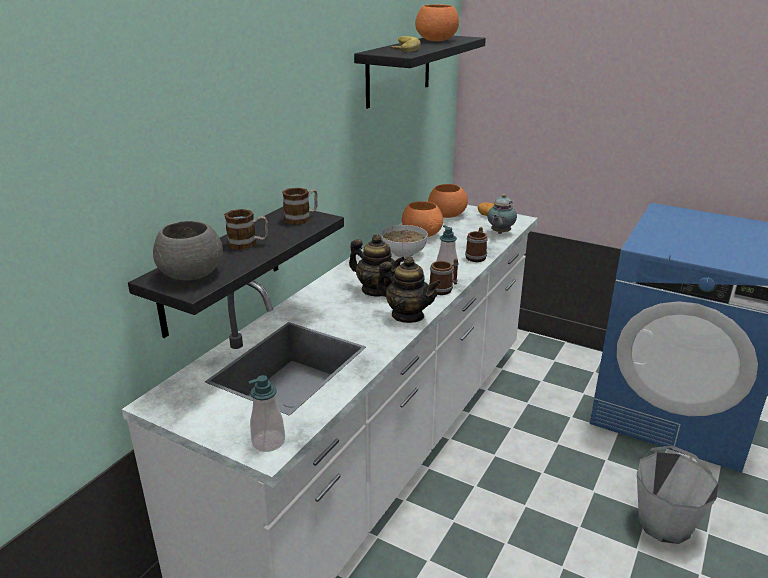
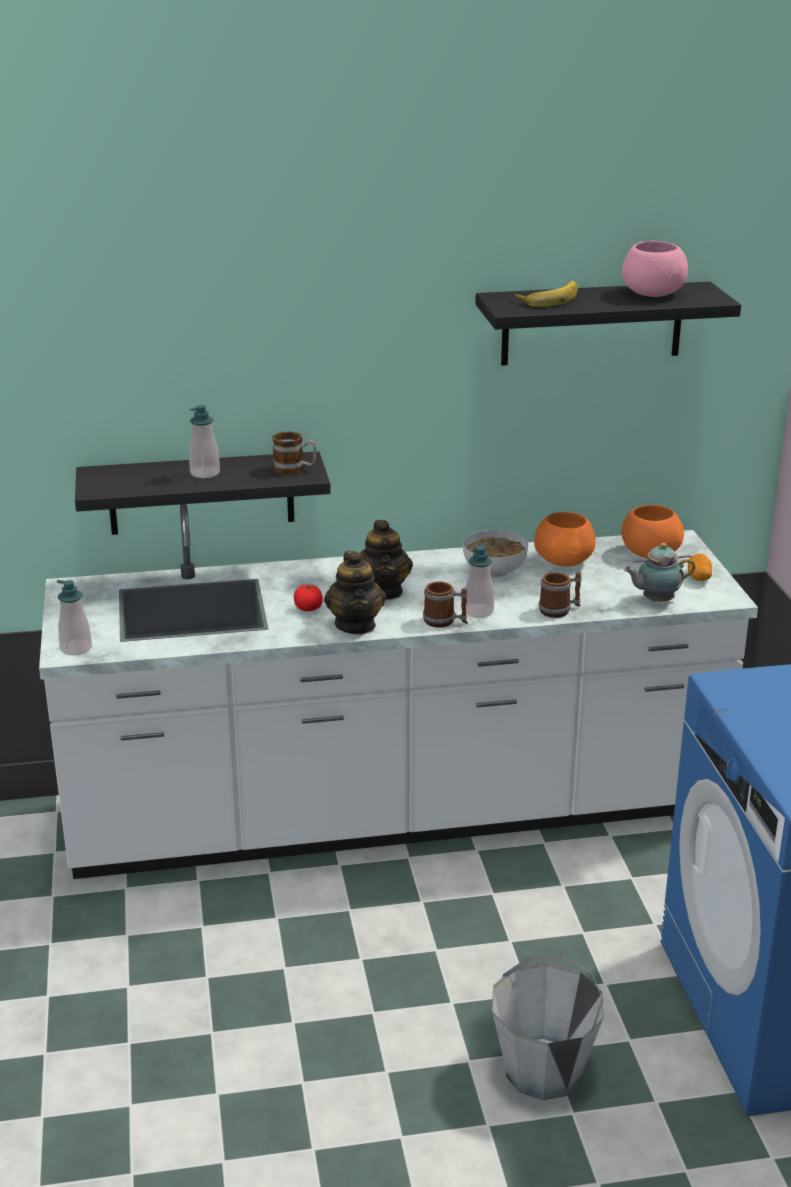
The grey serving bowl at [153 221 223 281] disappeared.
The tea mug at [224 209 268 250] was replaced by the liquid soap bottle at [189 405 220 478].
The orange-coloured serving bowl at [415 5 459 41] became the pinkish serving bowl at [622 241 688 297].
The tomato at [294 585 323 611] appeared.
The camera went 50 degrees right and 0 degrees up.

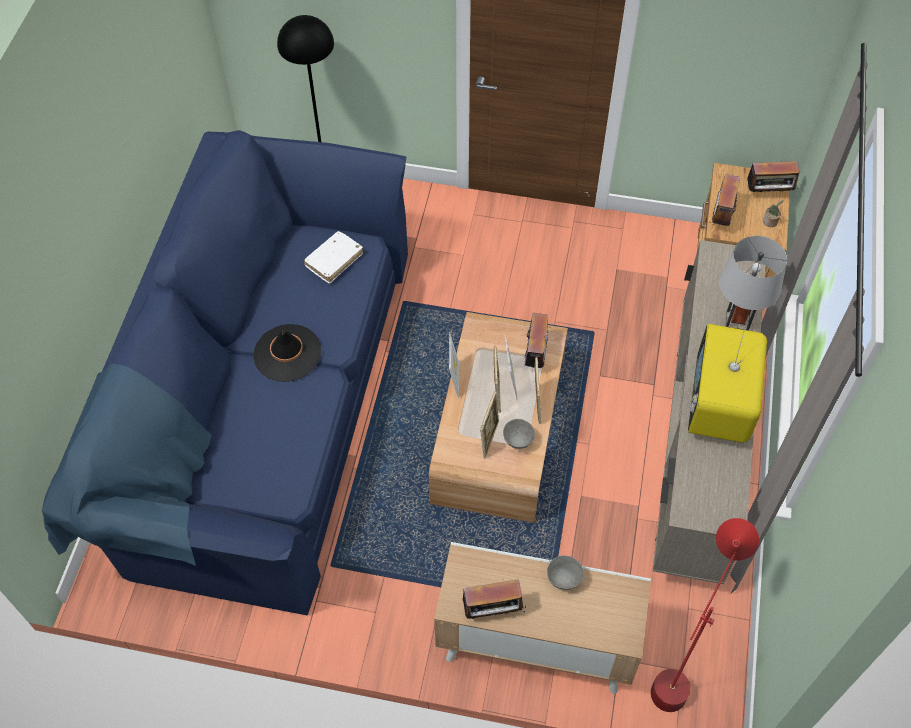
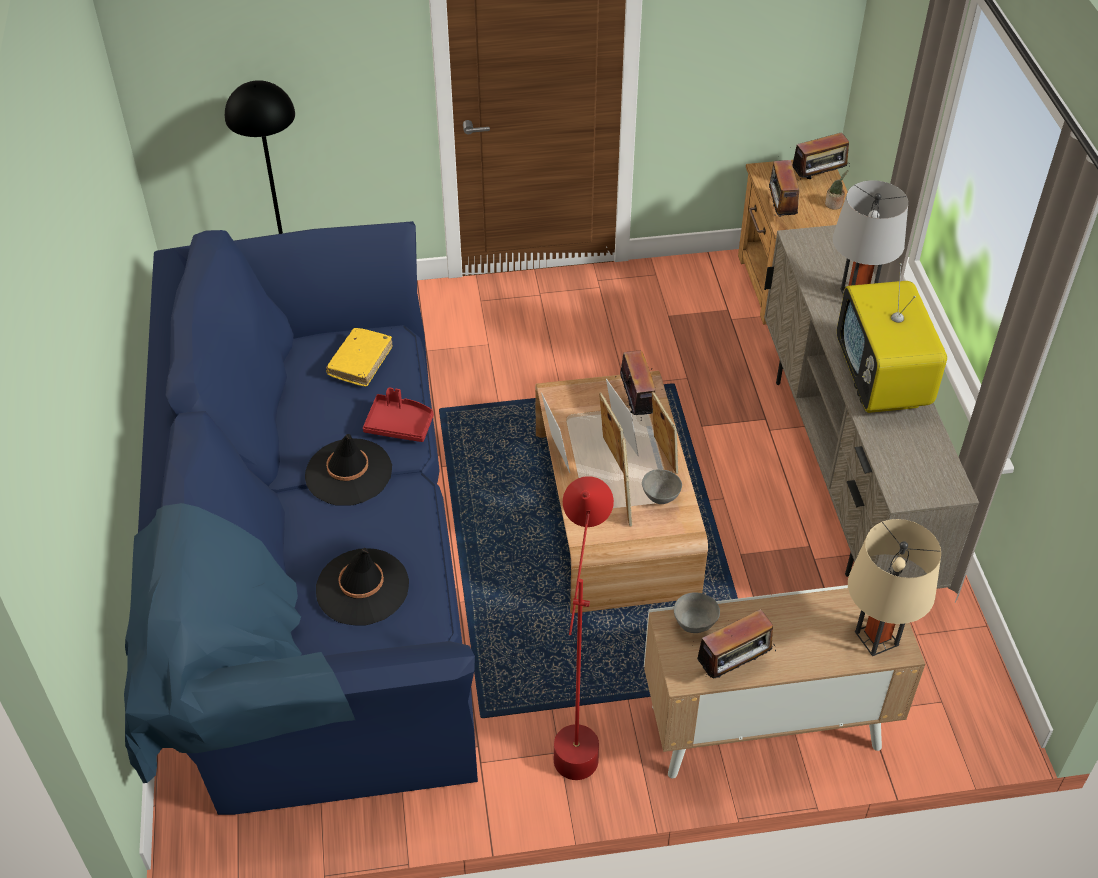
The white-coloured bound book at [303 231 363 283] became the yellow bound book at [326 328 392 387].
The grey serving bowl moved from [547 555 584 590] to [674 592 720 633].
The red-coloured floor lamp moved from [651 518 759 712] to [554 476 614 780].
The blackish clothing hat at [316 548 409 626] appeared.
The red-coloured carrying tray at [363 388 434 442] appeared.
The sand-coloured tabletop lamp at [848 519 941 656] appeared.
The camera went 20 degrees left and 10 degrees down.

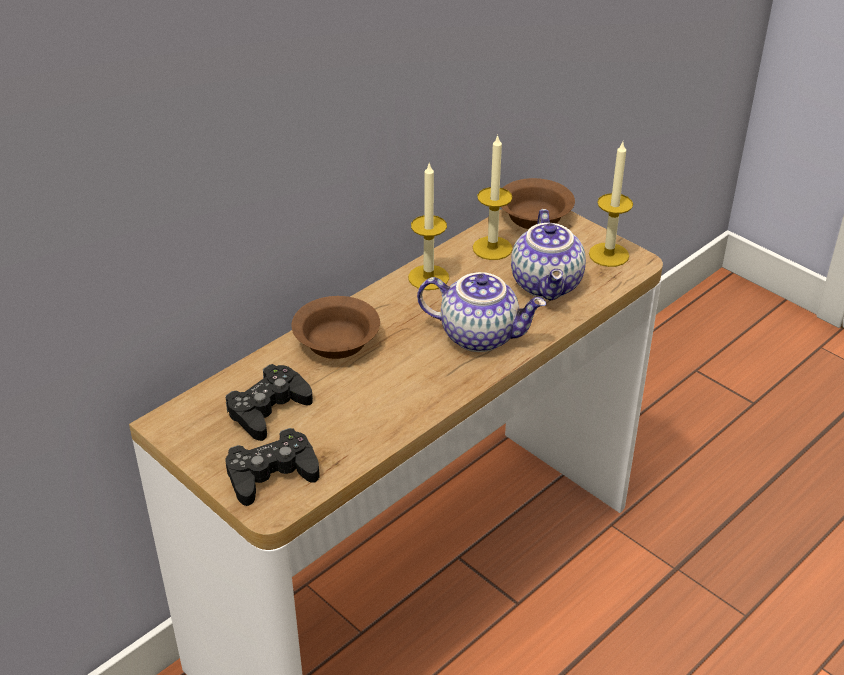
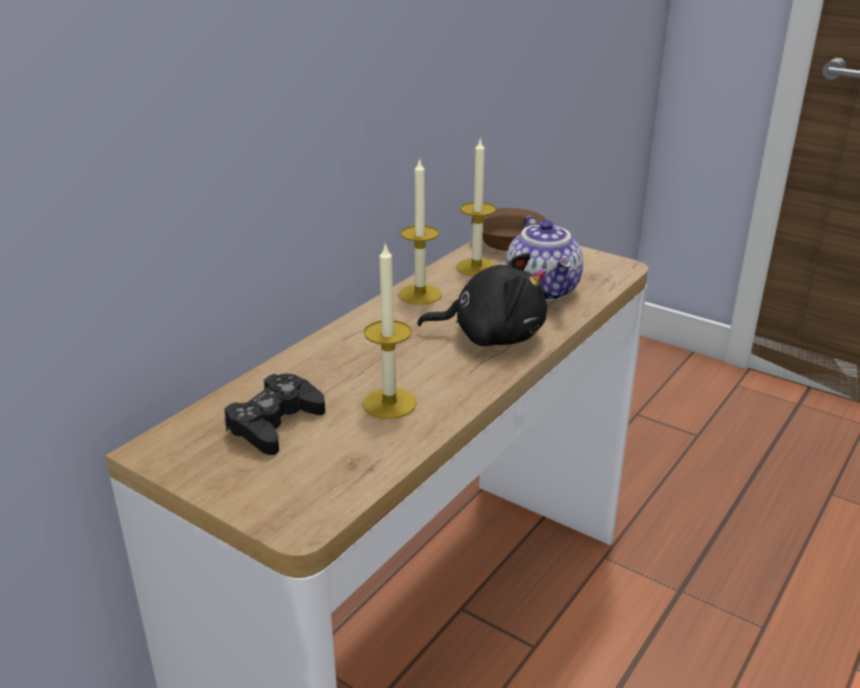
The blackish gamepad at [226 428 319 506] disappeared.
The brown-coloured serving bowl at [291 296 380 359] disappeared.
The pot for tea at [417 272 546 352] was replaced by the blackish cuddly toy at [417 253 547 346].
The candle moved from [589 142 633 267] to [363 242 417 419].
The camera went 10 degrees left and 10 degrees down.

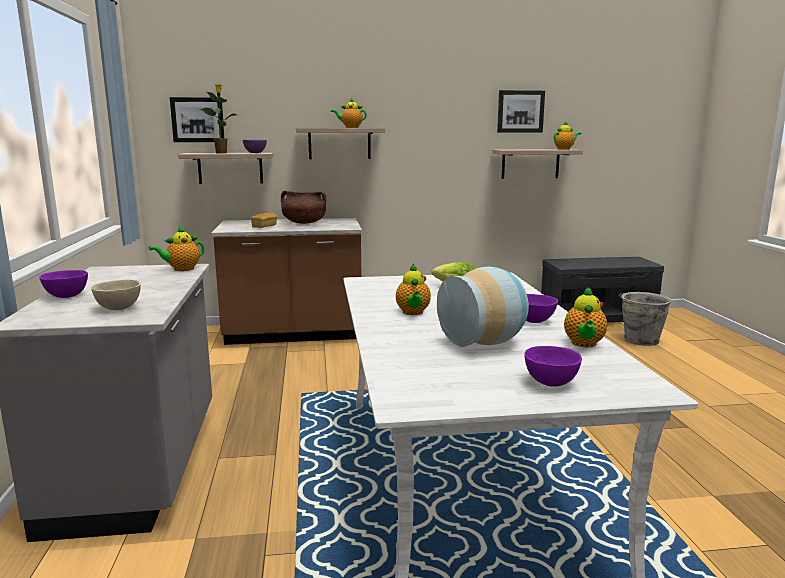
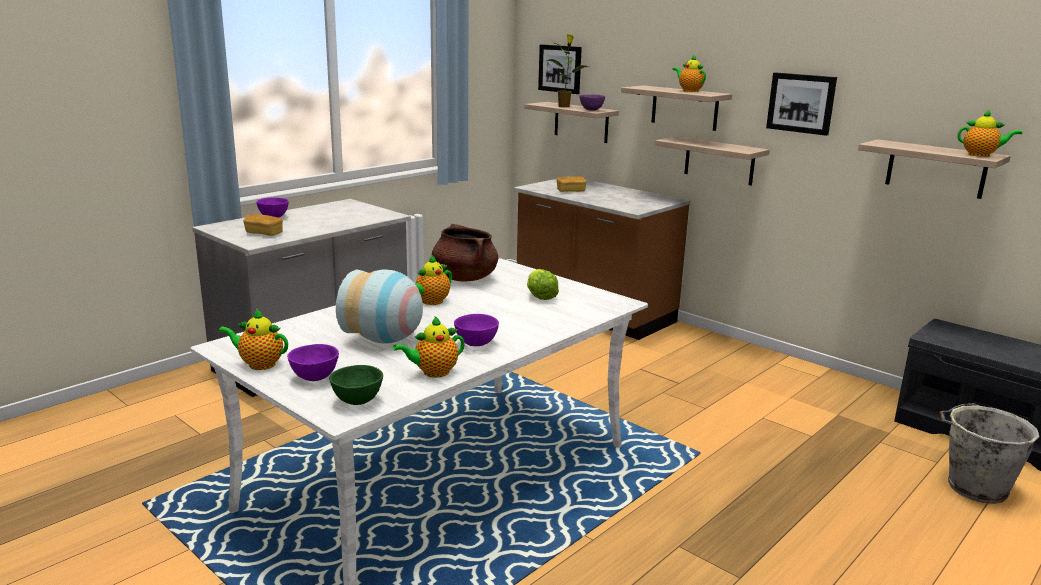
The sand-coloured serving bowl at [91 280 141 310] was replaced by the bread at [243 214 283 236].
The pot for tea moved from [148 225 204 271] to [218 309 288 370].
The brown-coloured saucepot moved from [281 191 326 224] to [432 224 498 281].
The wall art moved from [497 90 545 133] to [766 72 837 136].
The green serving bowl at [329 365 383 405] appeared.
The bracket shelf at [655 136 770 185] appeared.
The camera went 50 degrees right and 5 degrees up.

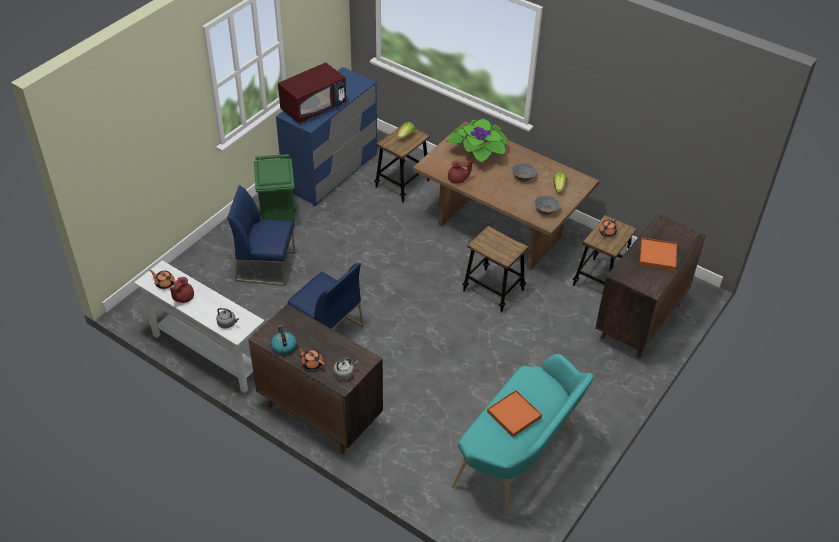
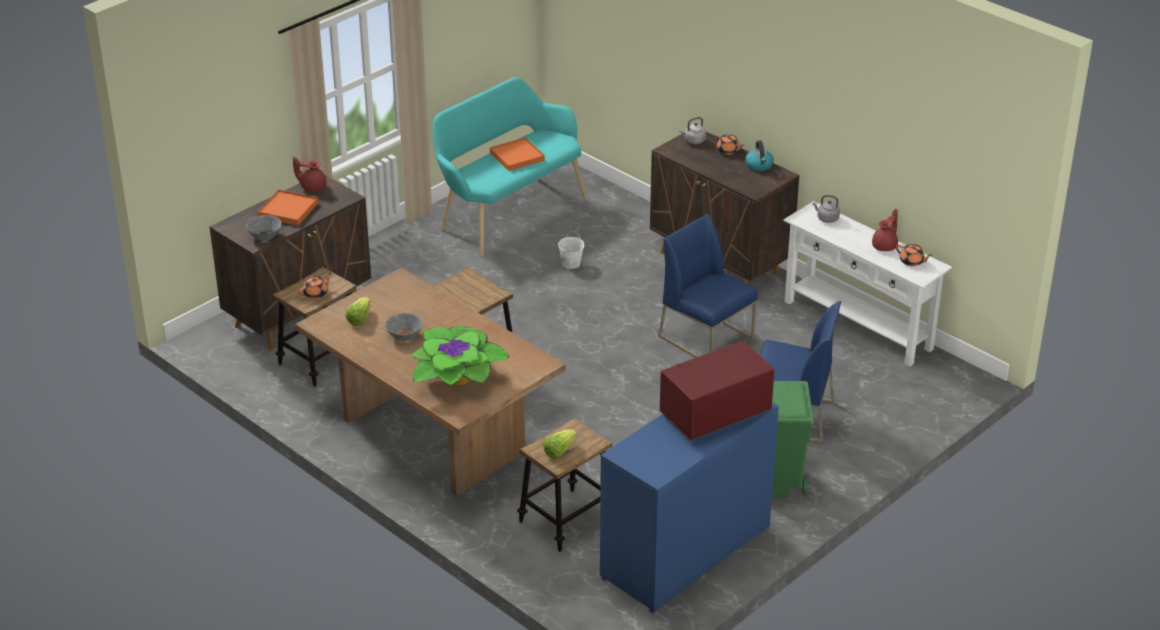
The red-coloured pot for tea moved from [448 160 472 184] to [293 157 327 192].
The grey serving bowl moved from [534 195 560 215] to [246 215 282 241].
The white-coloured pail at [558 231 584 269] appeared.
The camera went 170 degrees left and 10 degrees down.

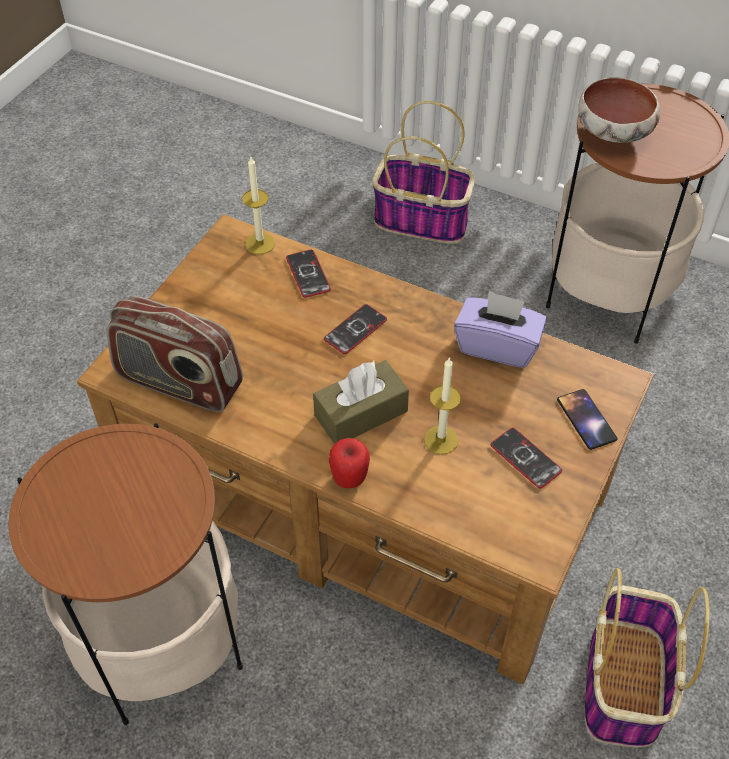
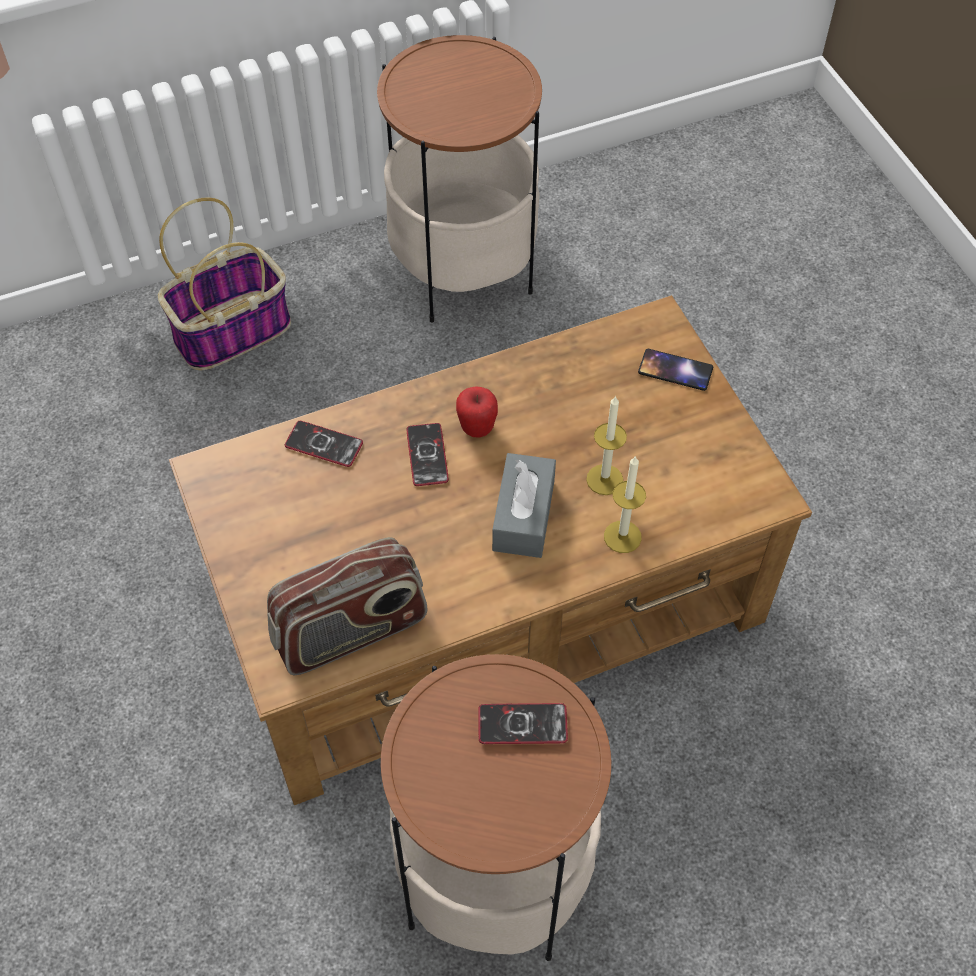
The candle moved from [242 157 275 254] to [604 456 646 553].
The brown-coloured box of tissues at [313 360 409 444] became the grey box of tissues at [492 453 556 558].
The whole apple moved from [329 438 370 488] to [456 386 498 438].
The purple-coloured box of tissues at [454 291 547 368] disappeared.
The handset moved from [491 428 562 488] to [478 703 568 744].
The serving bowl at [579 77 660 143] disappeared.
The household basket at [584 568 710 748] disappeared.
The camera went 50 degrees left and 5 degrees up.

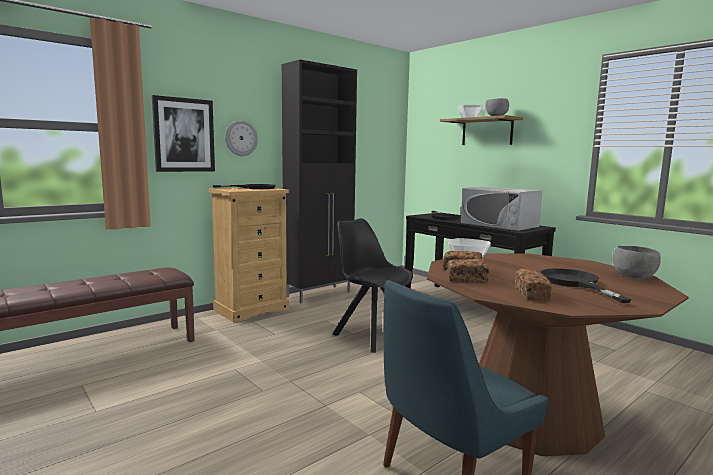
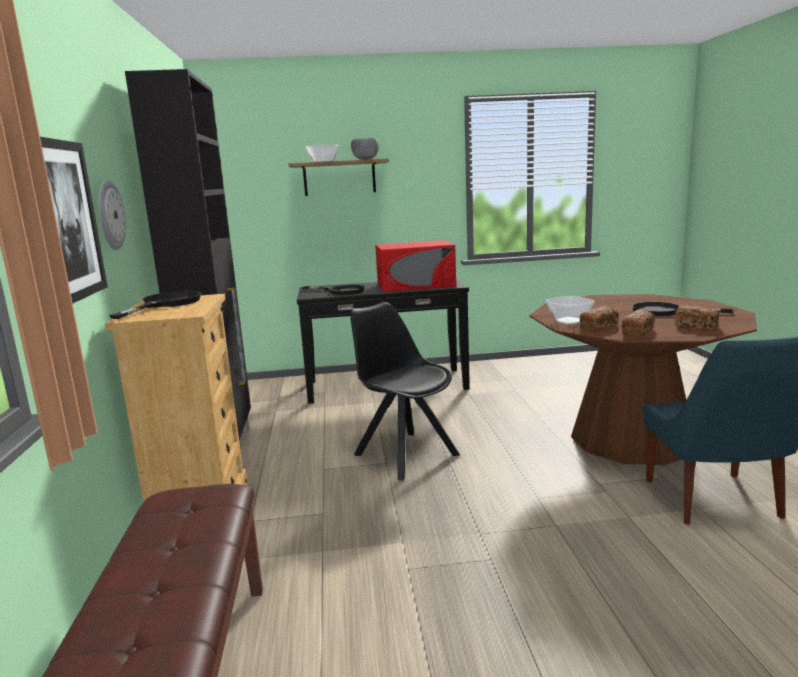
The blackish chair at [333 218 413 353] turned 60 degrees clockwise.
The white-coloured microwave oven at [461 187 542 231] became the red-coloured microwave oven at [375 240 456 292].
The grey serving bowl at [612 246 661 279] disappeared.
The camera went 55 degrees left and 5 degrees up.

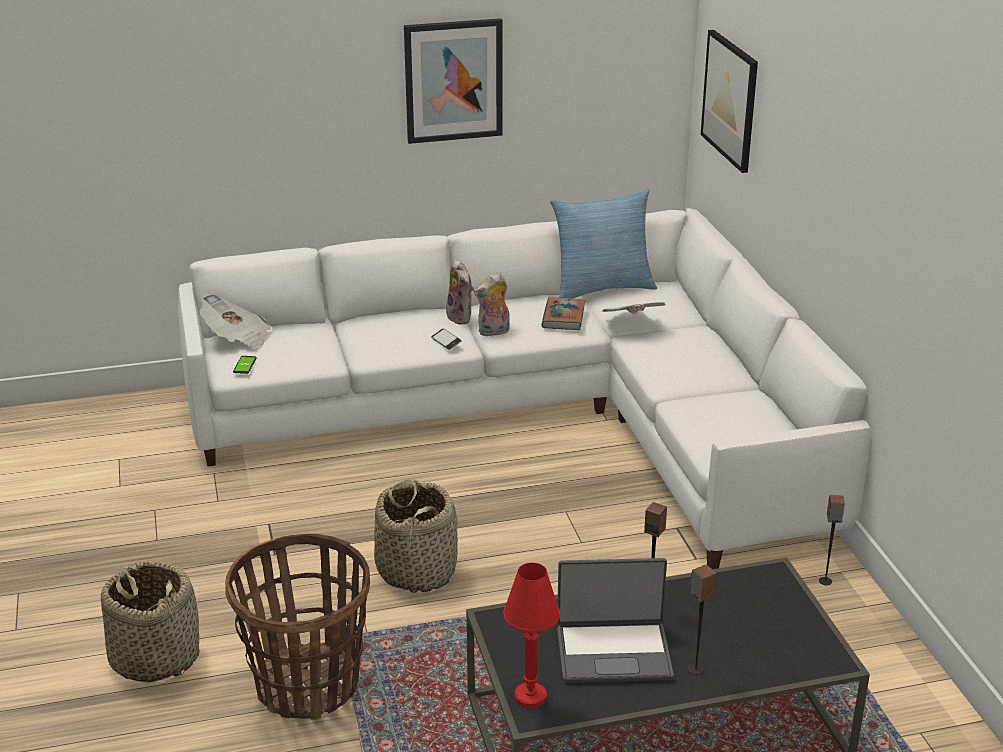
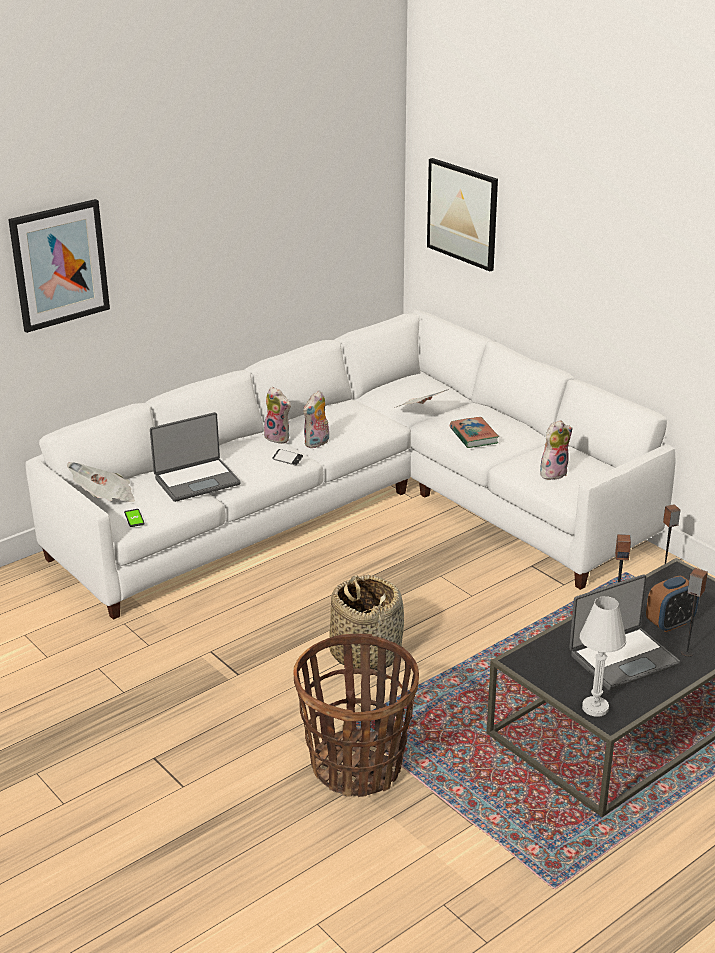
The household basket at [101 561 199 682] disappeared.
The wall art moved from [404 18 502 144] to [8 199 110 333].
The red-coloured tabletop lamp at [503 563 560 708] became the white-coloured tabletop lamp at [580 596 626 717].
The bound book moved from [541 297 586 330] to [450 417 499 448].
The throw pillow at [550 189 657 298] disappeared.
The portable computer at [150 412 241 502] appeared.
The cuddly toy at [540 420 573 480] appeared.
The table clock at [646 575 699 632] appeared.
The camera went 25 degrees left and 0 degrees up.

